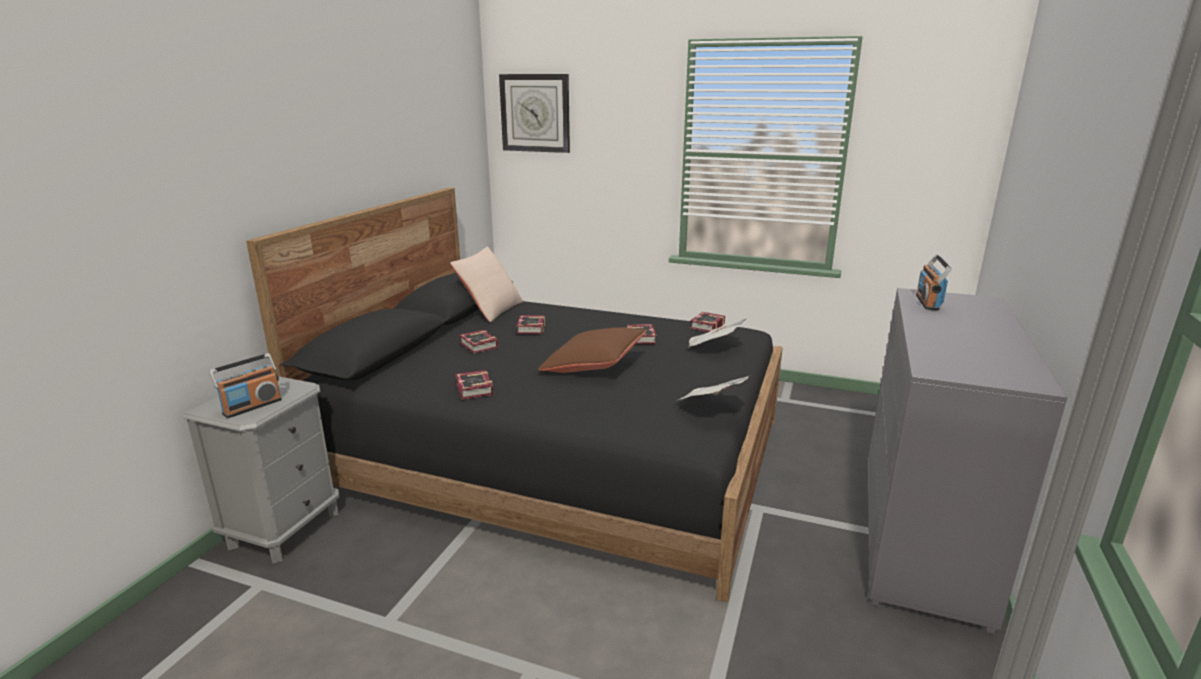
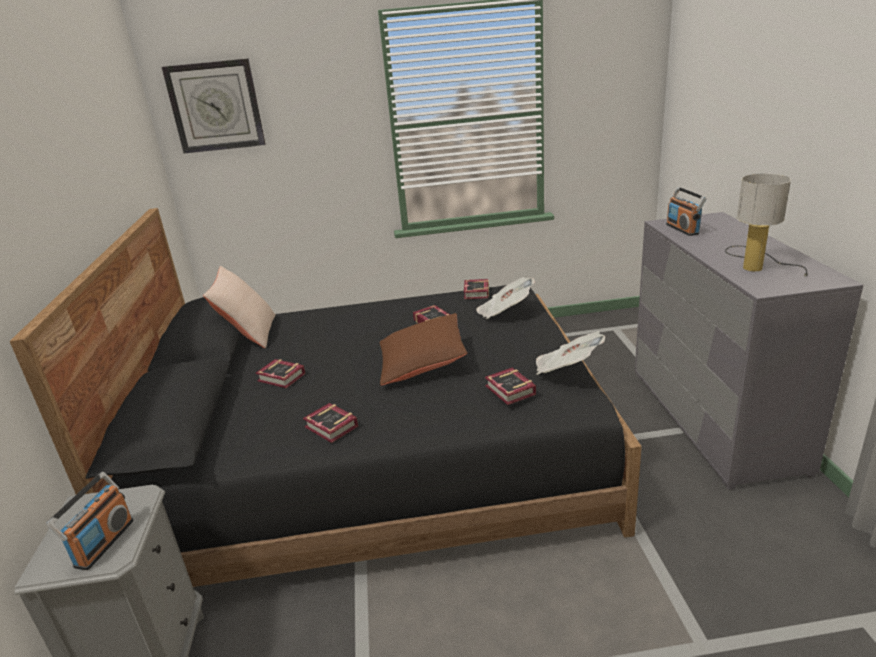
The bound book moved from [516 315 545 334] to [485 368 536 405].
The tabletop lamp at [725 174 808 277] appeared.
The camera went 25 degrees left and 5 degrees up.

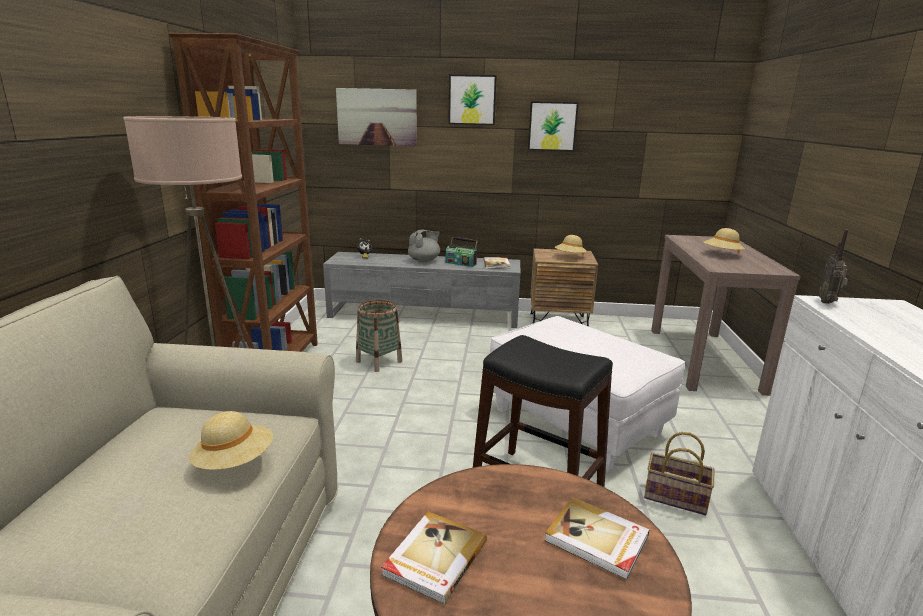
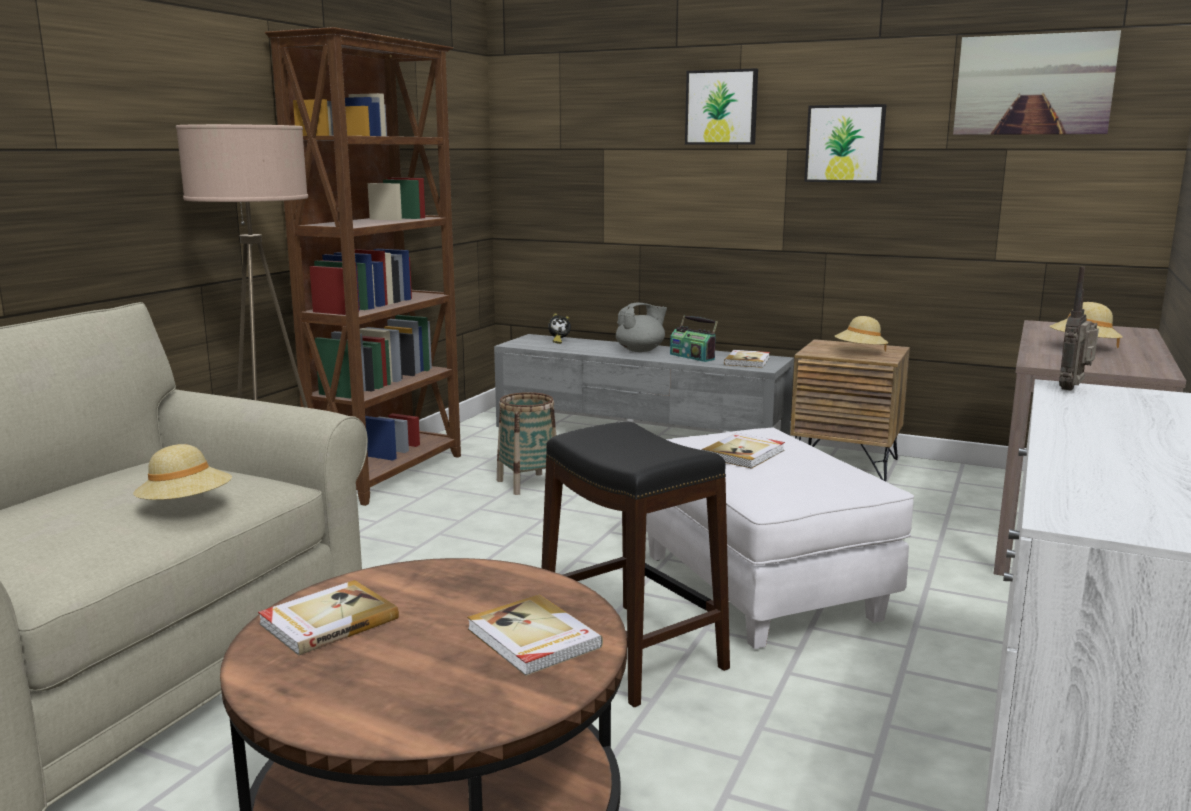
The wall art moved from [336 88 417 146] to [953 30 1121 135].
The household basket at [644 432 715 515] disappeared.
The bound book at [701 433 785 469] appeared.
The camera went 20 degrees right and 5 degrees down.

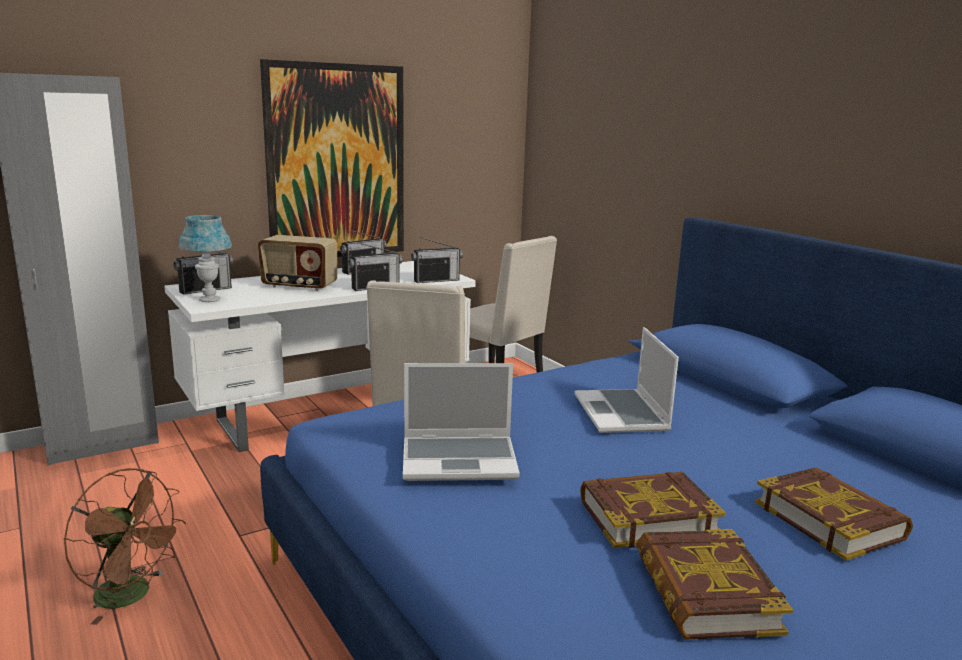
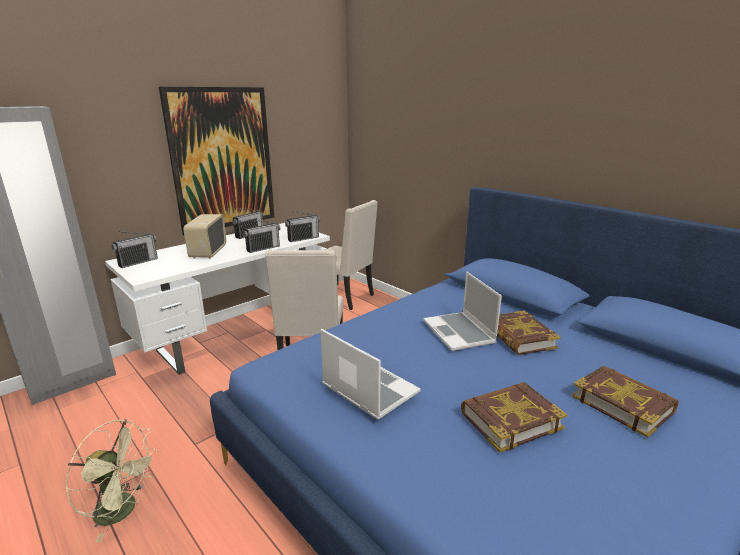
The brown-coloured fan at [64 468 186 625] became the green fan at [65 419 158 542].
The blue tabletop lamp at [179 215 232 302] disappeared.
The radio set at [258 235 337 291] turned 90 degrees clockwise.
The portable computer at [403 363 520 481] turned 120 degrees counterclockwise.
The bound book moved from [636 529 793 640] to [497 311 560 355].
The camera went 10 degrees left and 5 degrees up.

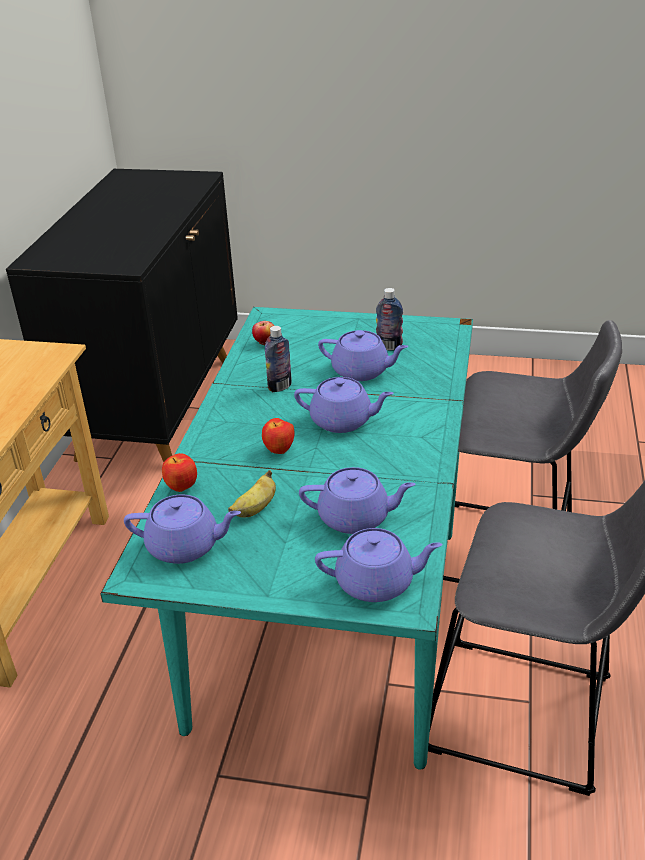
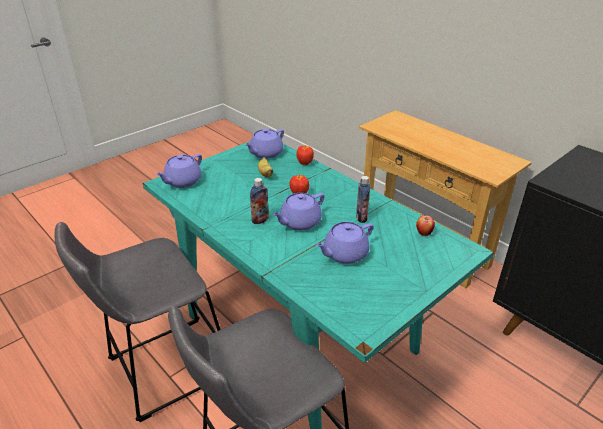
The purple-coloured pot for tea at [299 467 416 534] disappeared.
The drink bottle moved from [376 288 403 350] to [250 178 269 224].
The camera went 125 degrees right and 0 degrees up.

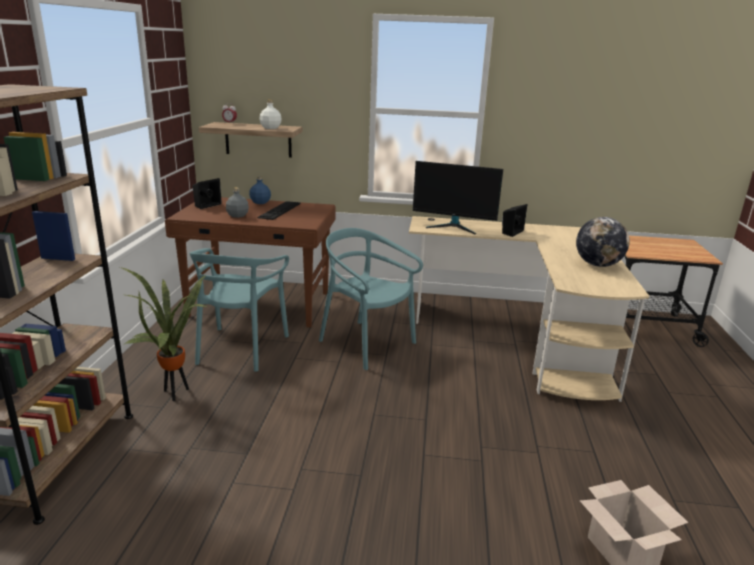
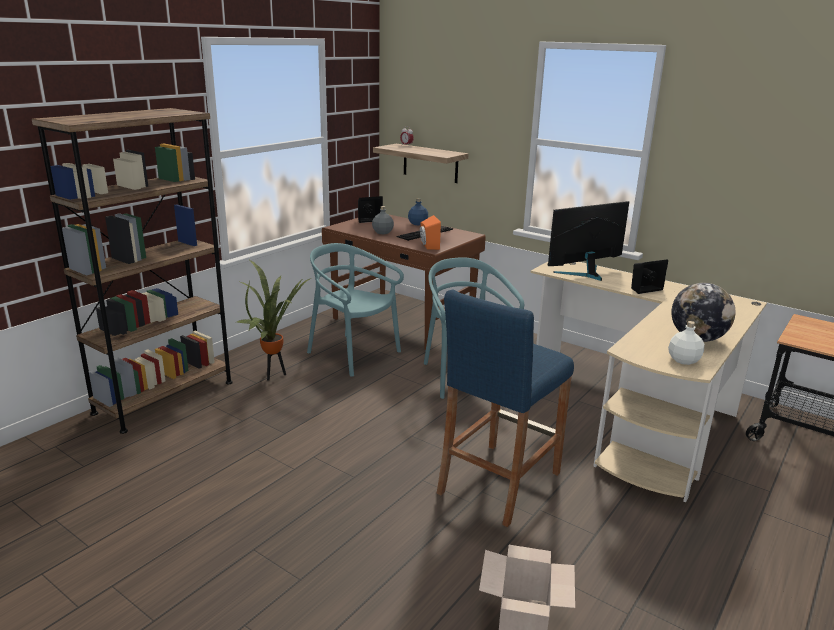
The turquoise chair at [190 248 289 372] turned 90 degrees clockwise.
The white-coloured drink bottle moved from [259 100 282 129] to [668 321 705 365].
The computer screen at [413 161 503 235] turned 105 degrees clockwise.
The orange-coloured speaker at [420 215 441 250] appeared.
The blue stool seat at [437 290 574 527] appeared.
The camera went 30 degrees right and 0 degrees up.

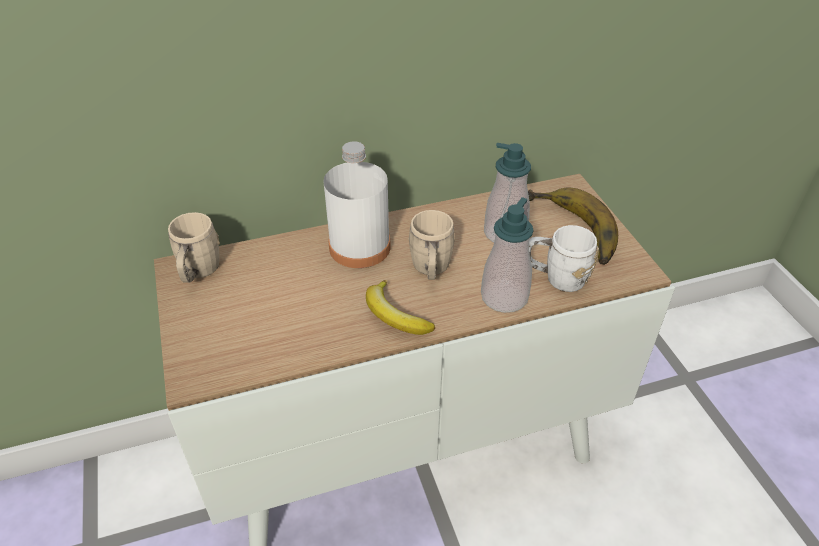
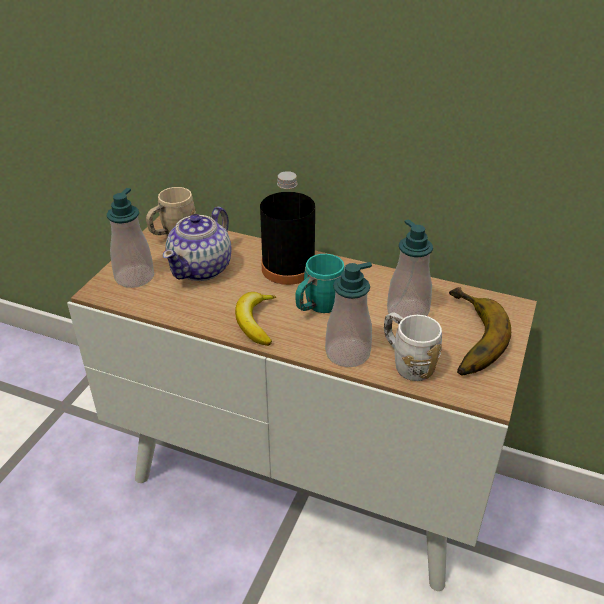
The white-coloured drink bottle at [323 141 391 268] became the blackish drink bottle at [260 171 315 285].
The sand-coloured tea mug at [408 210 455 280] became the turquoise tea mug at [295 254 345 313].
The liquid soap bottle at [107 188 154 288] appeared.
The pot for tea at [163 207 231 281] appeared.
The camera went 40 degrees right and 5 degrees down.

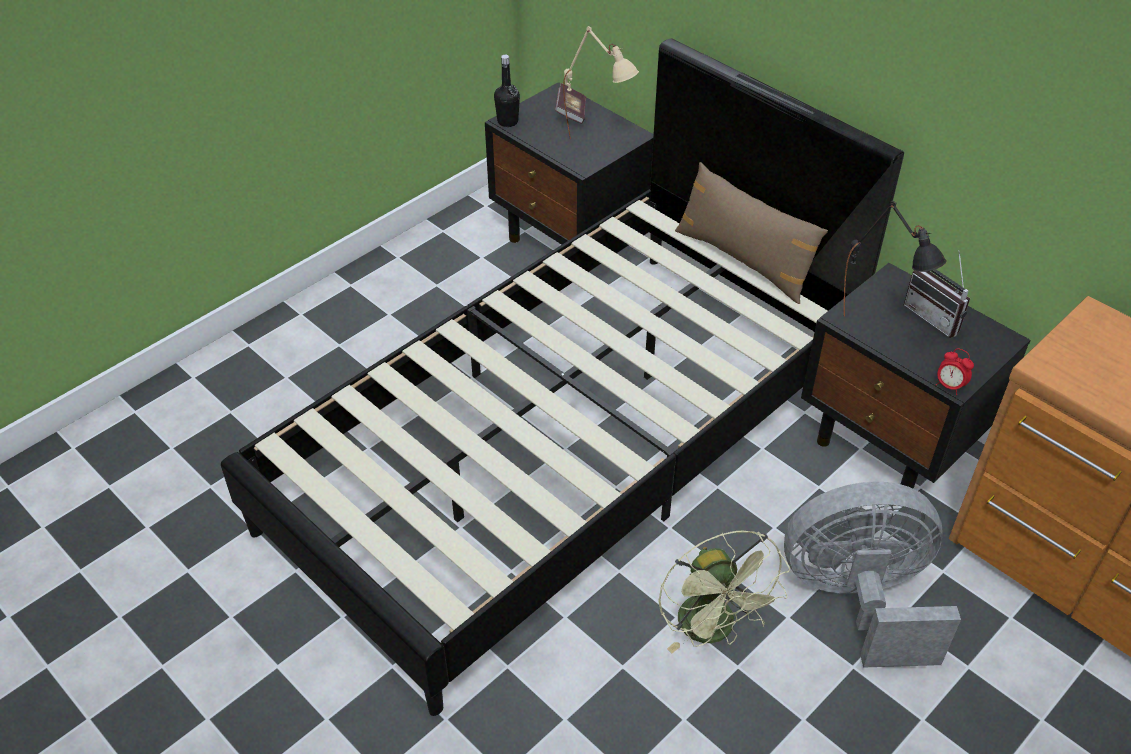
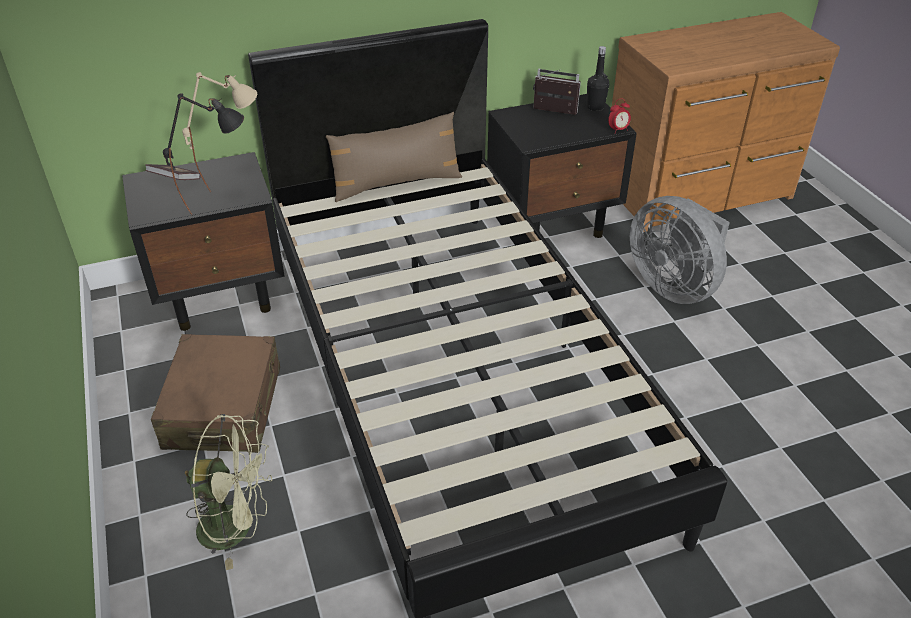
The blackish drink bottle moved from [494 55 520 127] to [587 46 609 111].
The green fan moved from [658 531 790 653] to [185 414 272 570].
The grey fan at [784 482 961 668] turned 60 degrees counterclockwise.
The blackish tabletop lamp moved from [844 201 946 317] to [163 94 244 215].
The radio set at [904 250 970 338] turned 150 degrees counterclockwise.
The brown-coloured suitcase at [151 334 280 453] appeared.
The camera went 65 degrees left and 5 degrees down.

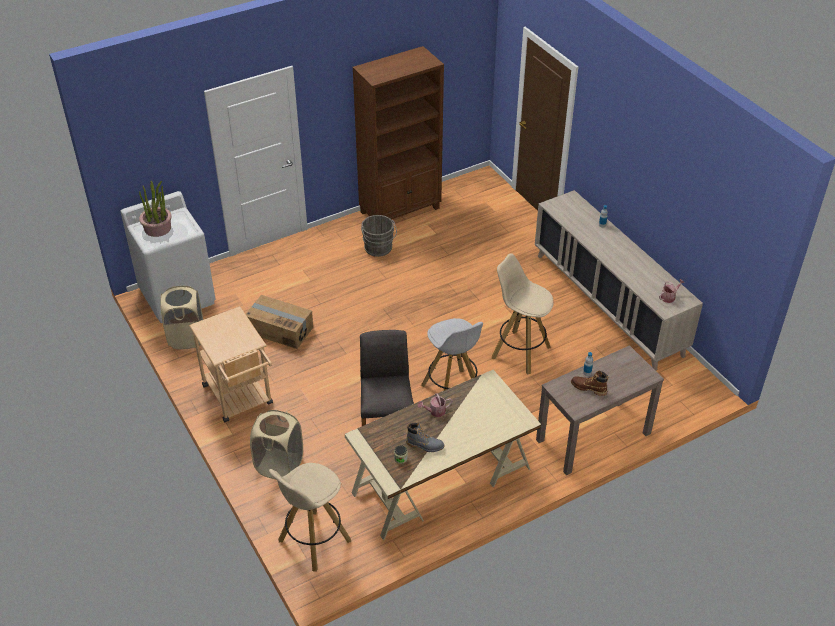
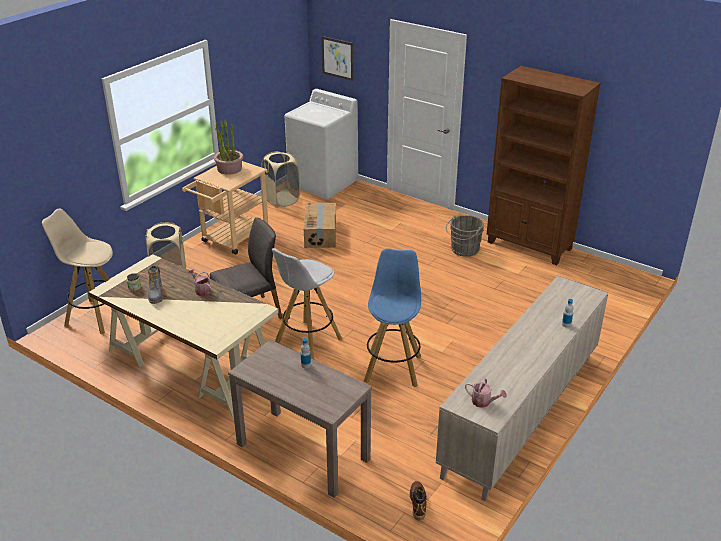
The houseplant moved from [139 181 172 237] to [214 119 243 175].
The sand-coloured stool seat at [492 253 553 375] became the blue stool seat at [364 248 421 387].
The brown-coloured boot moved from [571 370 609 396] to [410 481 427 521].
The wall art at [322 36 354 81] appeared.
The camera went 65 degrees right and 10 degrees down.

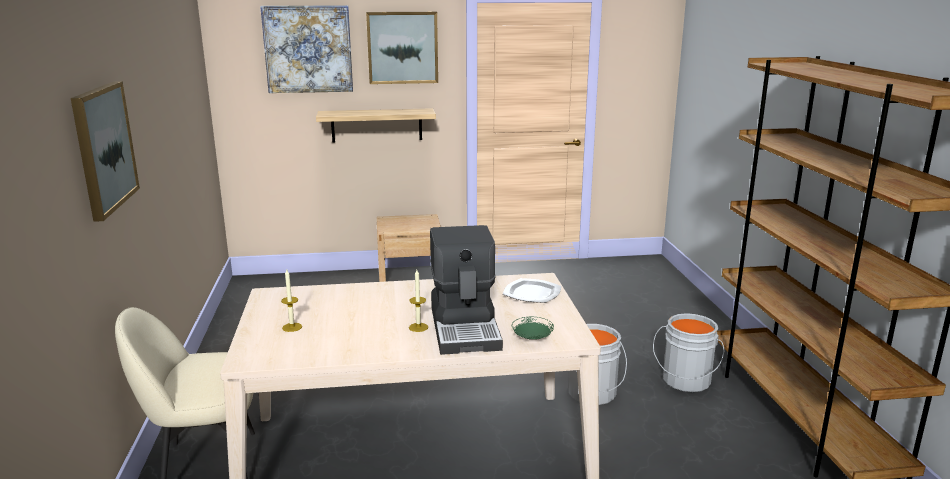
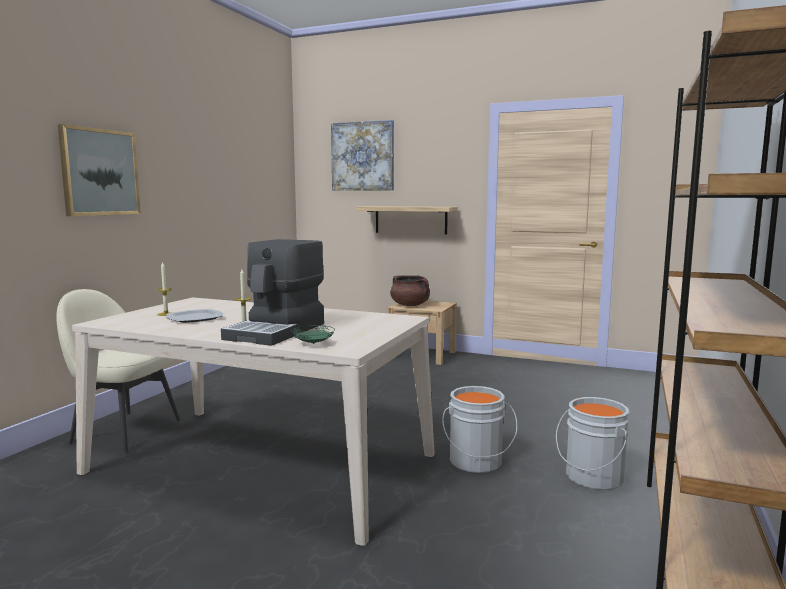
The wall art at [366 12 438 84] disappeared.
The dinner plate moved from [503 278 561 303] to [166 309 223 323].
The brown-coloured saucepot at [390 275 430 306] appeared.
The camera went 30 degrees right and 10 degrees down.

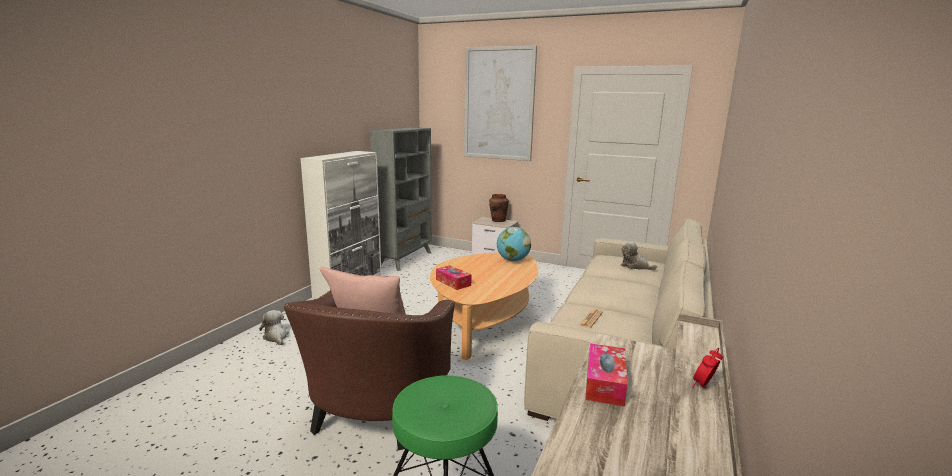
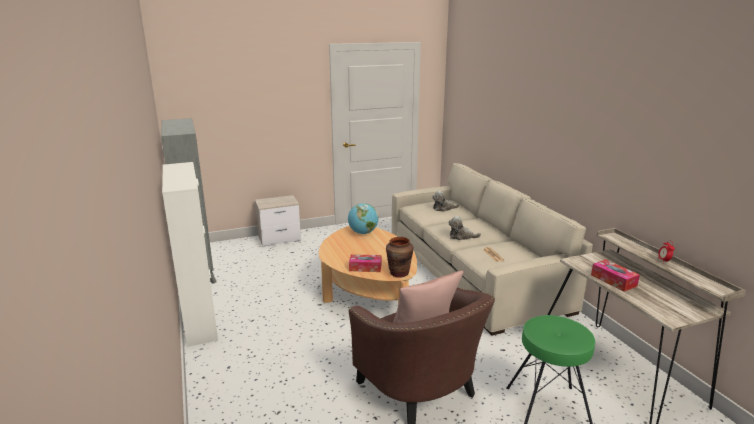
The cuddly toy moved from [259 310 289 345] to [449 216 481 240].
The wall art at [464 45 537 161] disappeared.
The brown-coloured decorative vase moved from [489 194 509 222] to [386 237 413 278].
The camera went 45 degrees left and 5 degrees up.

